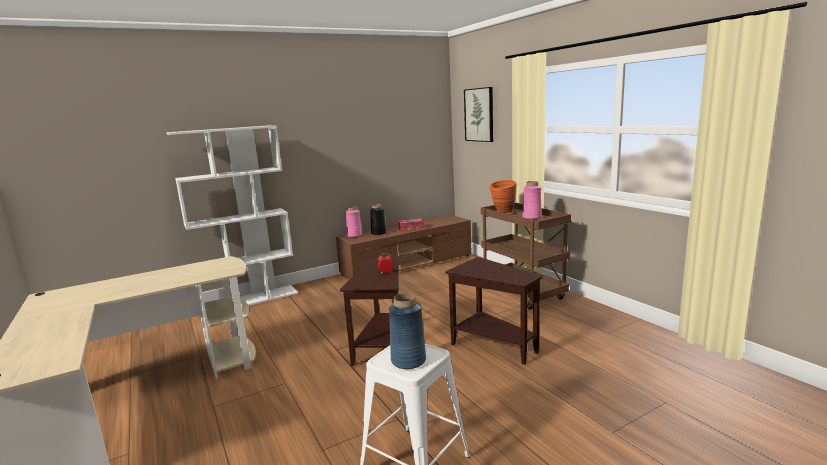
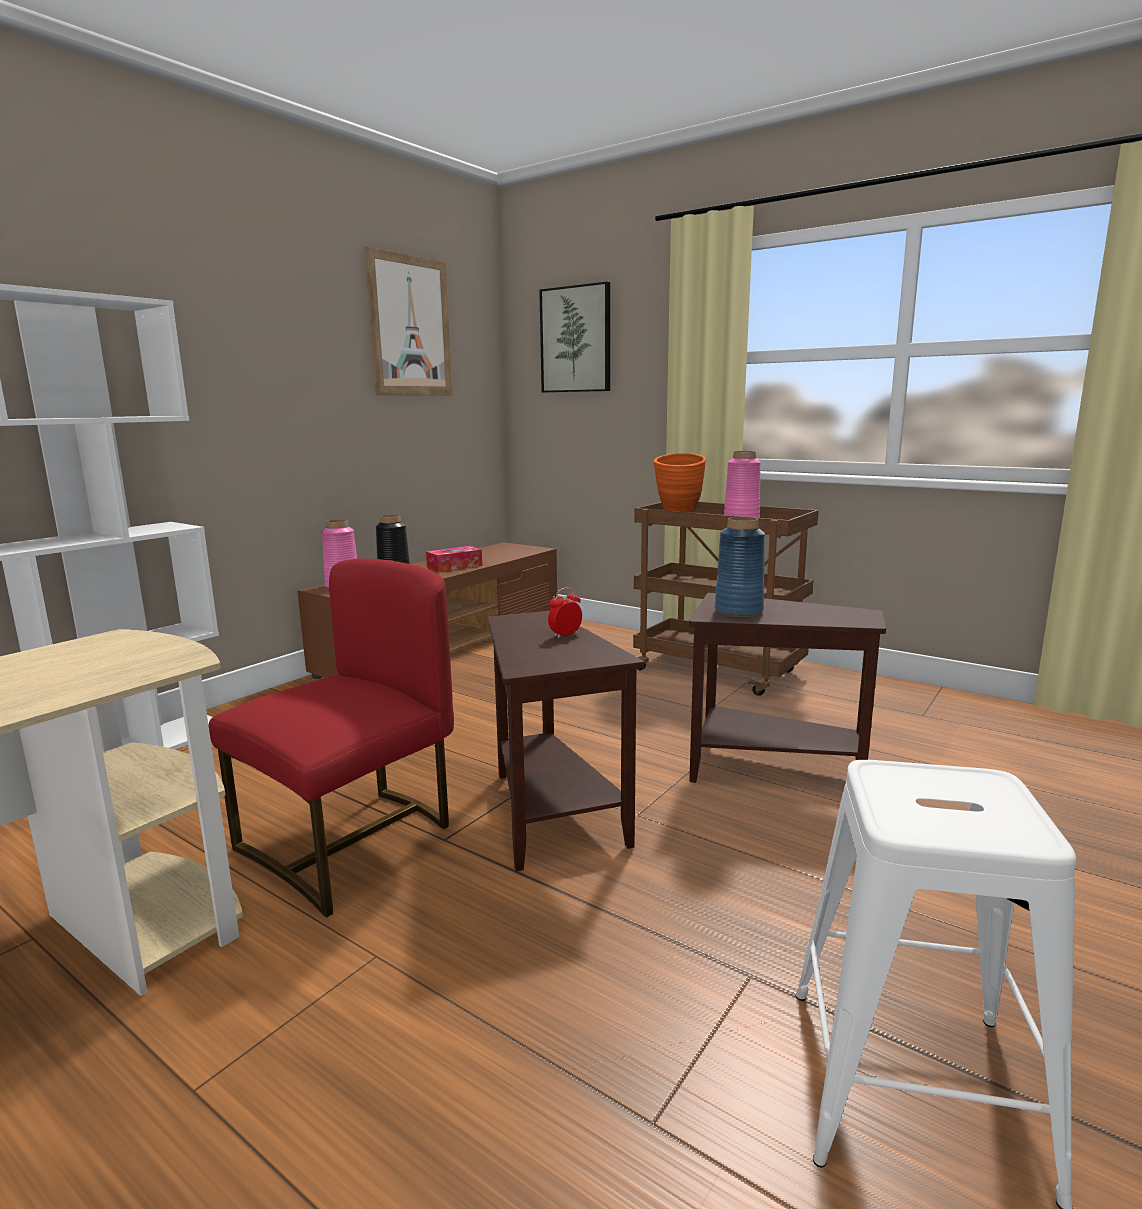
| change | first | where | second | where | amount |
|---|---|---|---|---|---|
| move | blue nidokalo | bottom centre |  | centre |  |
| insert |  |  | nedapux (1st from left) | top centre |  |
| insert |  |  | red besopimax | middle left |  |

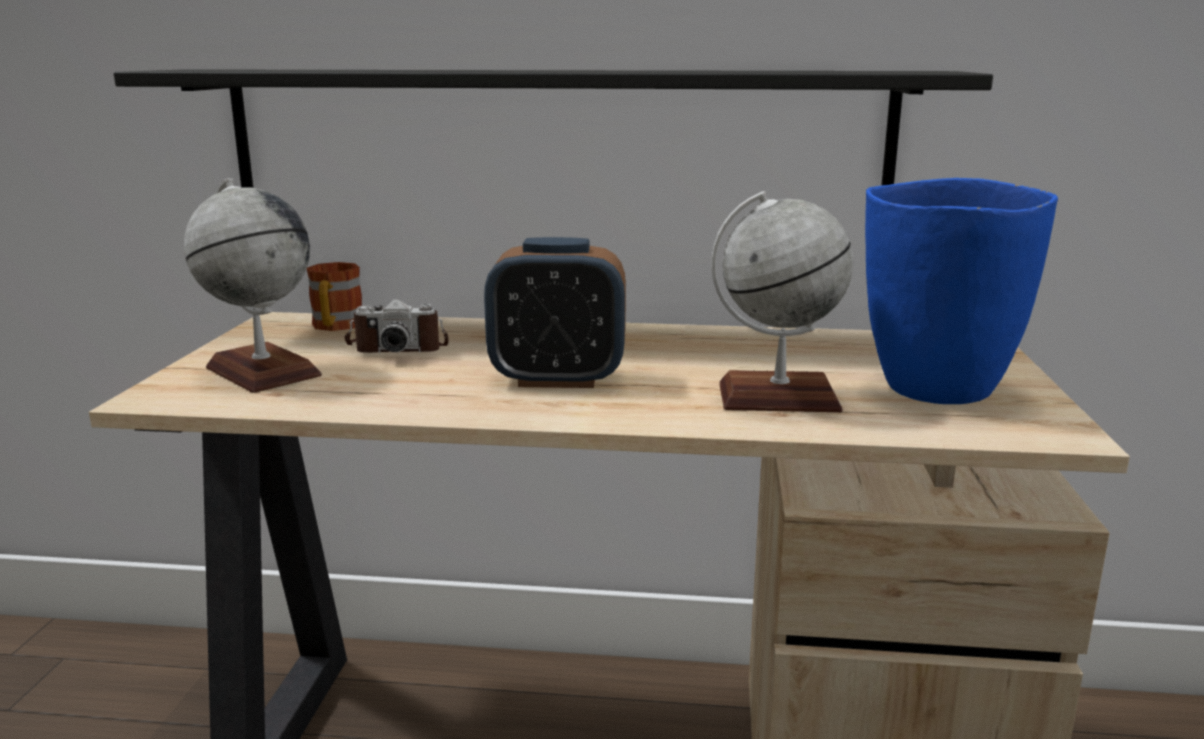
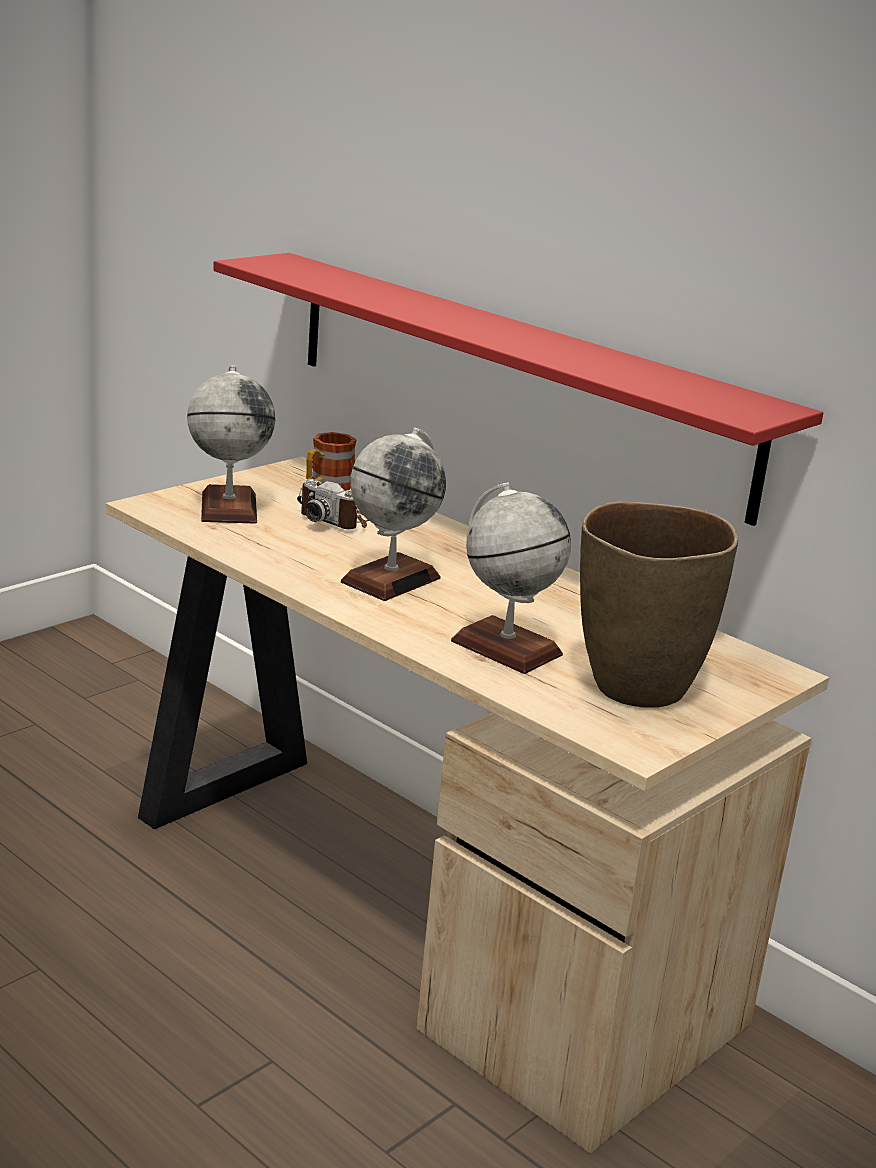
| change | first | where | second | where | amount |
|---|---|---|---|---|---|
| recolor | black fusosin | top centre | red fusosin | top centre |  |
| recolor | blue nidokalo | middle right | brown nidokalo | middle right |  |
| replace | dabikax | centre | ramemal (2nd from left) | centre |  |

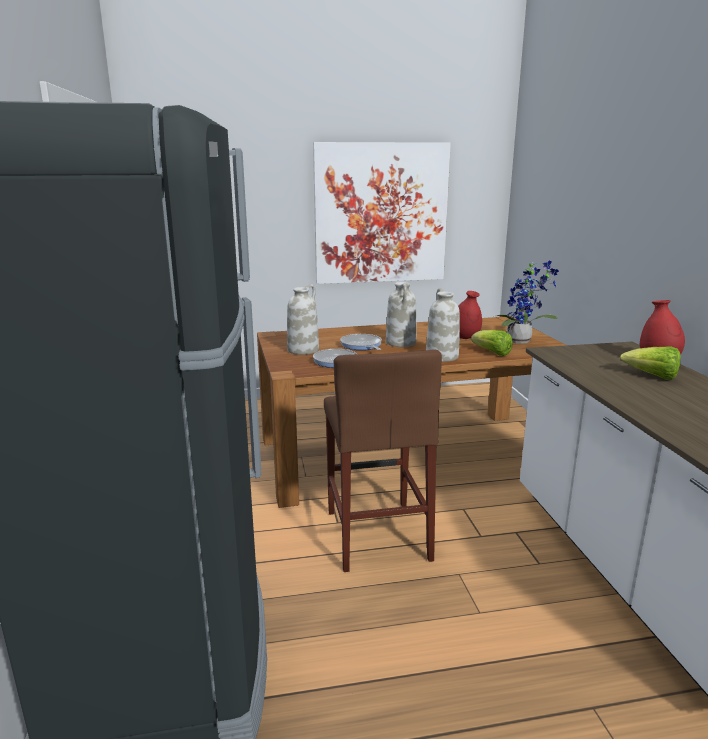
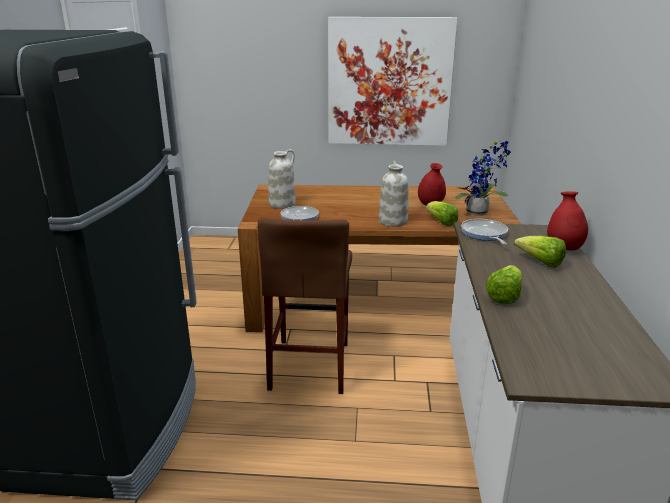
| change | first | where | second | where | amount |
|---|---|---|---|---|---|
| delete | white nidokalo (2nd from left) | centre |  |  |  |
| move | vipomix (2nd from left) | centre |  | middle right |  |
| insert |  |  | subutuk (2nd from left) | middle right |  |

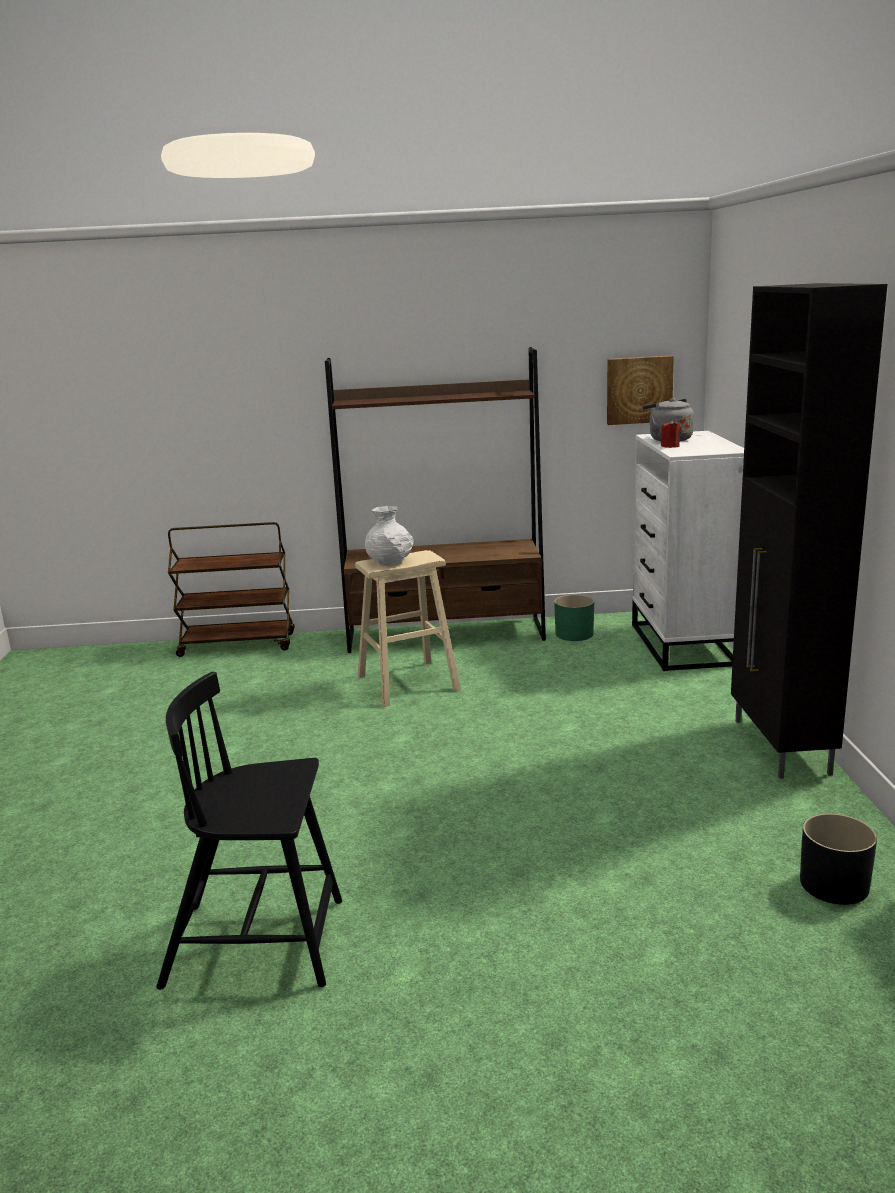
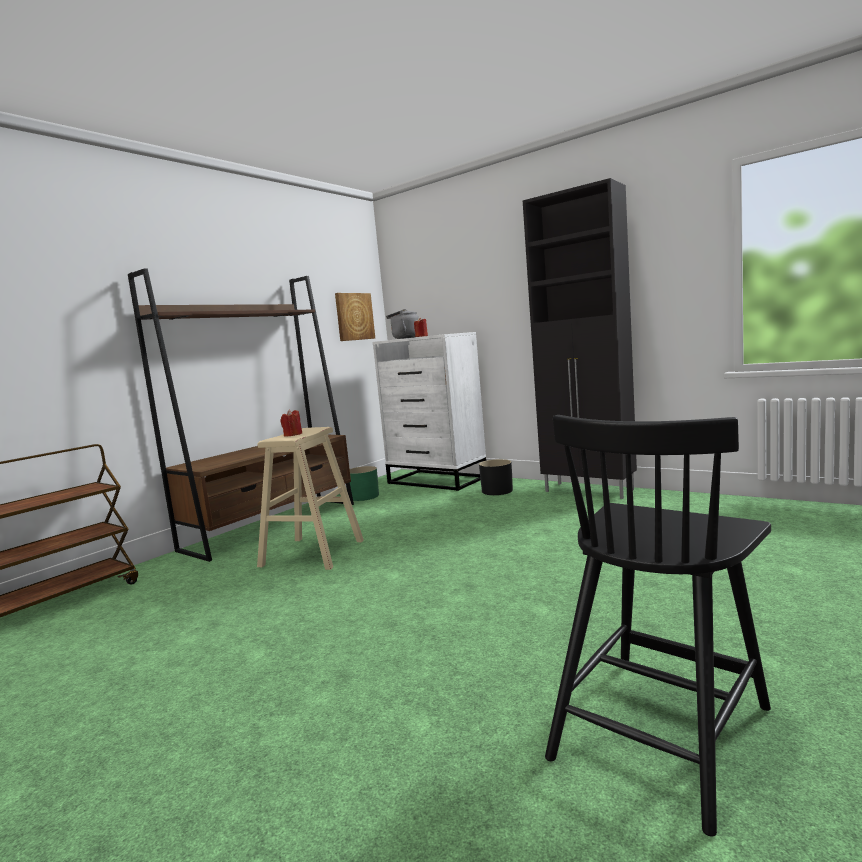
| change | first | where | second | where | amount |
|---|---|---|---|---|---|
| replace | white nidokalo | centre | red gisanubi (1st from left) | centre |  |
| move | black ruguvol | bottom right |  | centre |  |

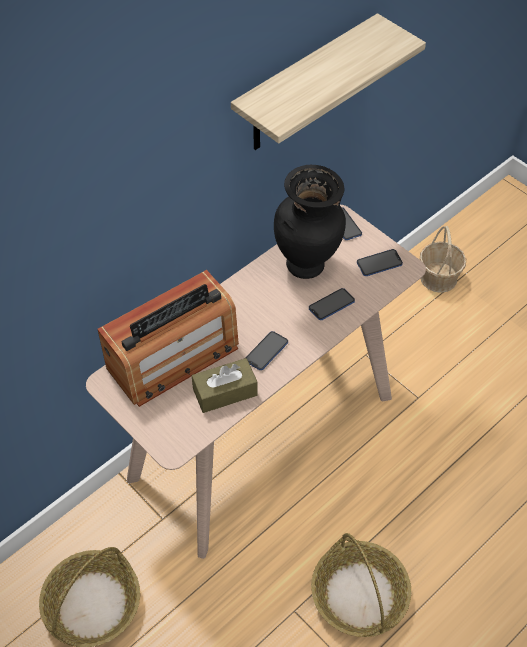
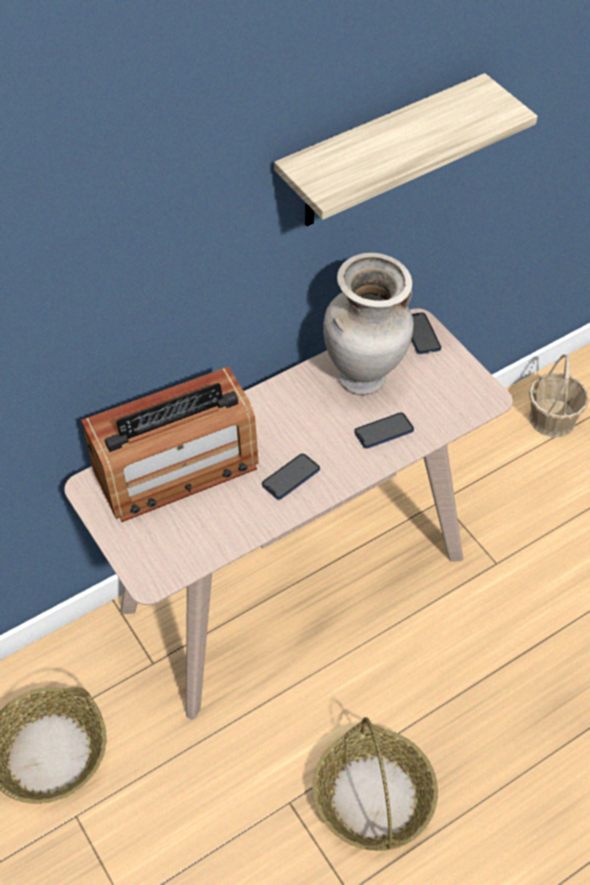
| change | first | where | second | where | amount |
|---|---|---|---|---|---|
| recolor | black nidokalo | centre | beige nidokalo | centre |  |
| delete | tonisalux (4th from left) | middle right |  |  |  |
| delete | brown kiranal | centre |  |  |  |

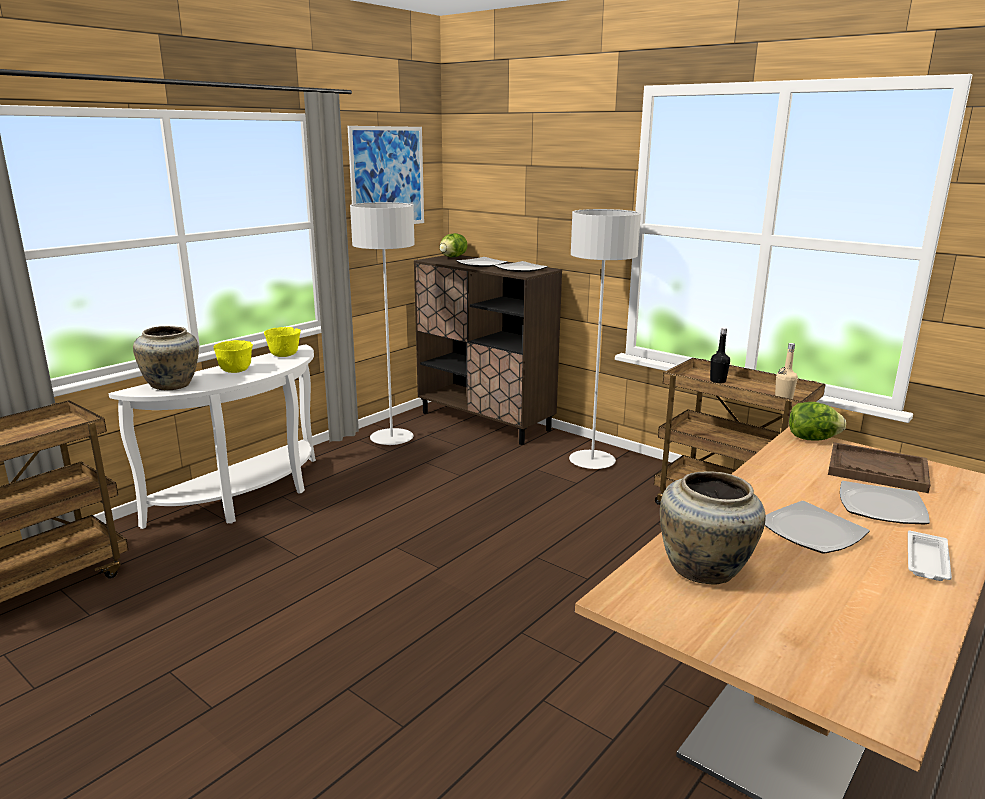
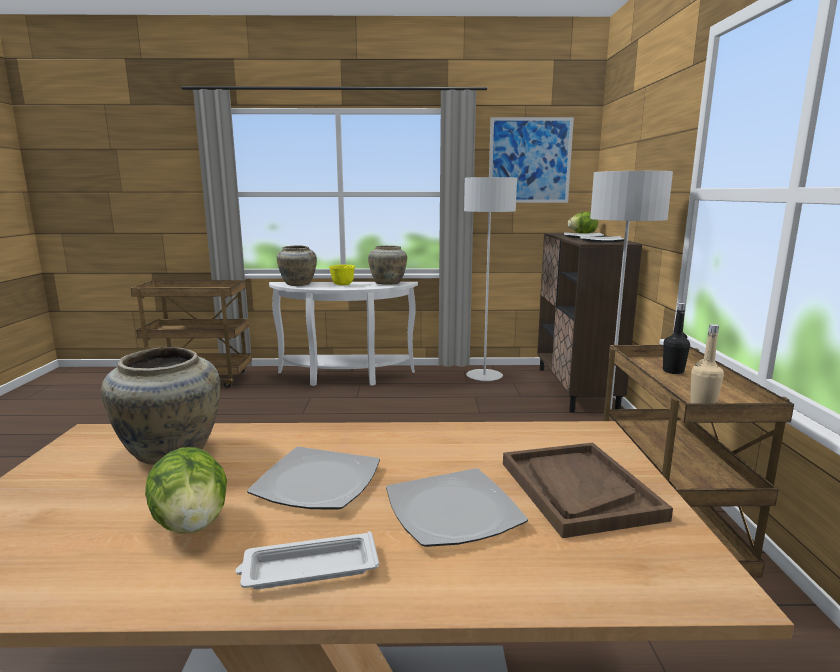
| change | first | where | second | where | amount |
|---|---|---|---|---|---|
| replace | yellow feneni (2nd from left) | middle left | beige nidokalo (3rd from left) | centre |  |
| move | subutuk (2nd from left in the first image) | middle right | subutuk (1st from left) | bottom left |  |

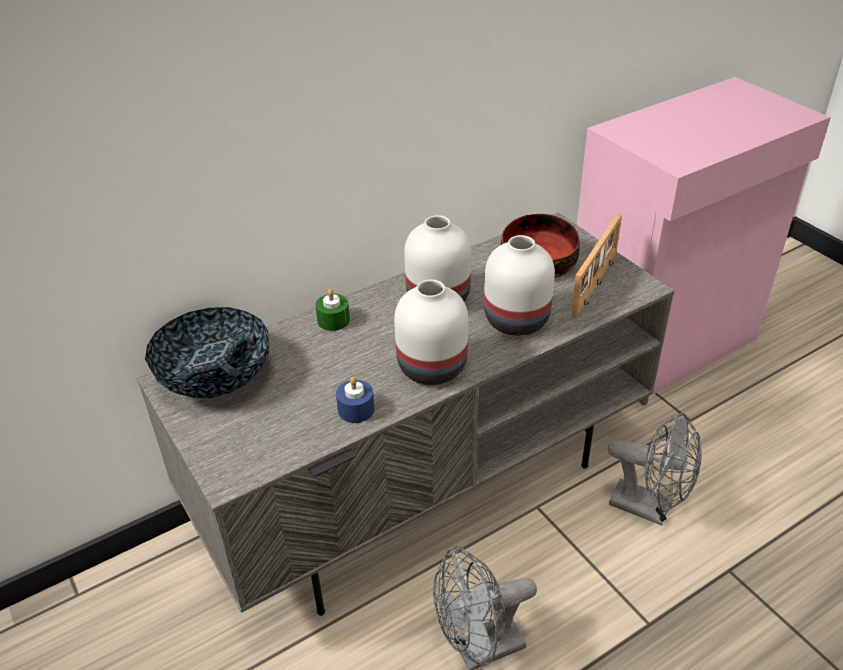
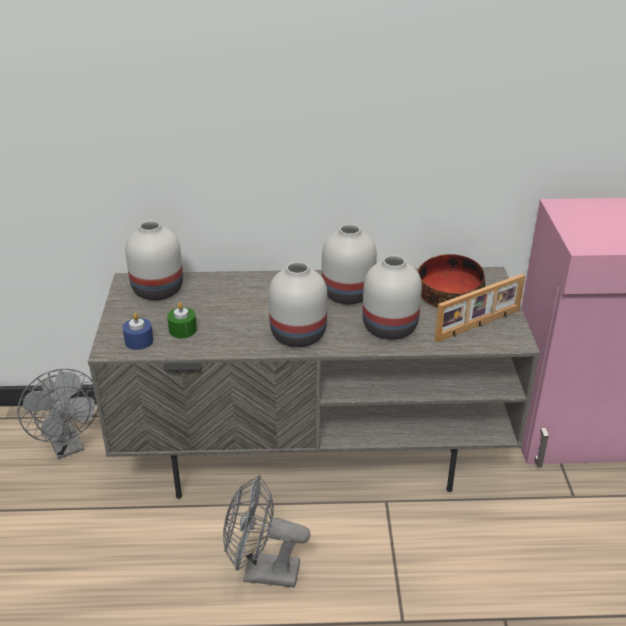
| change | first | where | second | where | amount |
|---|---|---|---|---|---|
| move | green gisanubi | centre |  | middle left |  |
| replace | feneni (1st from left) | middle left | white nidokalo (1st from left) | middle left |  |
| move | blue gisanubi | centre |  | middle left |  |
| move | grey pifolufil (2nd from left in the first image) | bottom right | grey pifolufil (1st from left) | middle left |  |

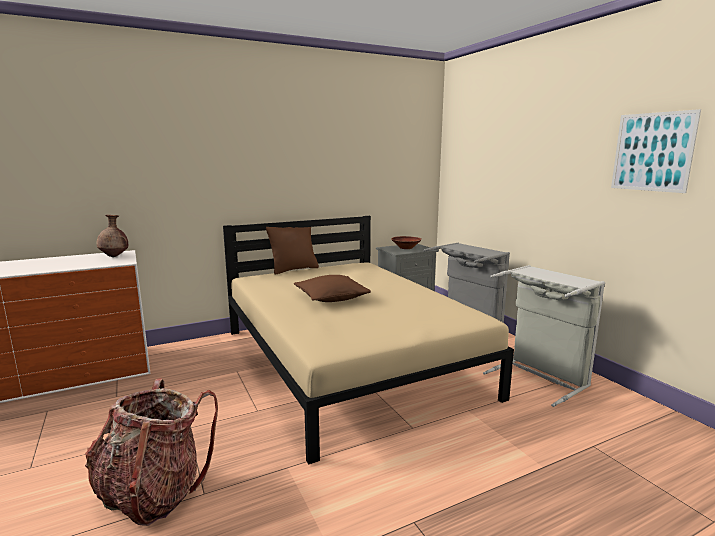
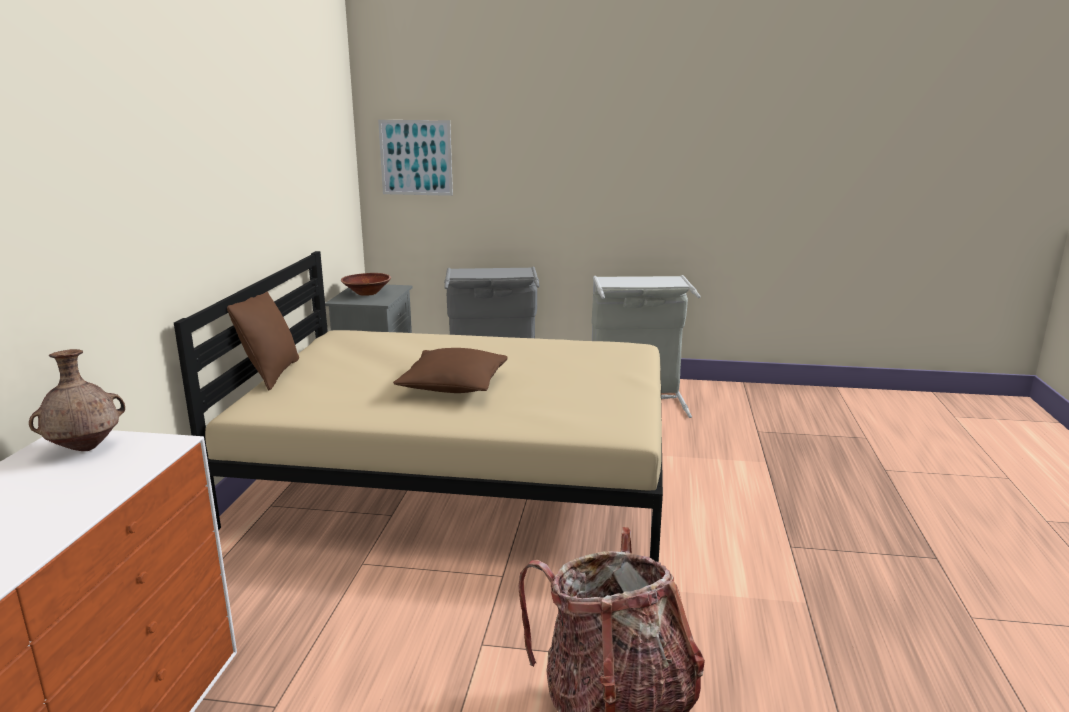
| change | first | where | second | where | amount |
|---|---|---|---|---|---|
| move | nedapux | top right |  | top centre |  |

